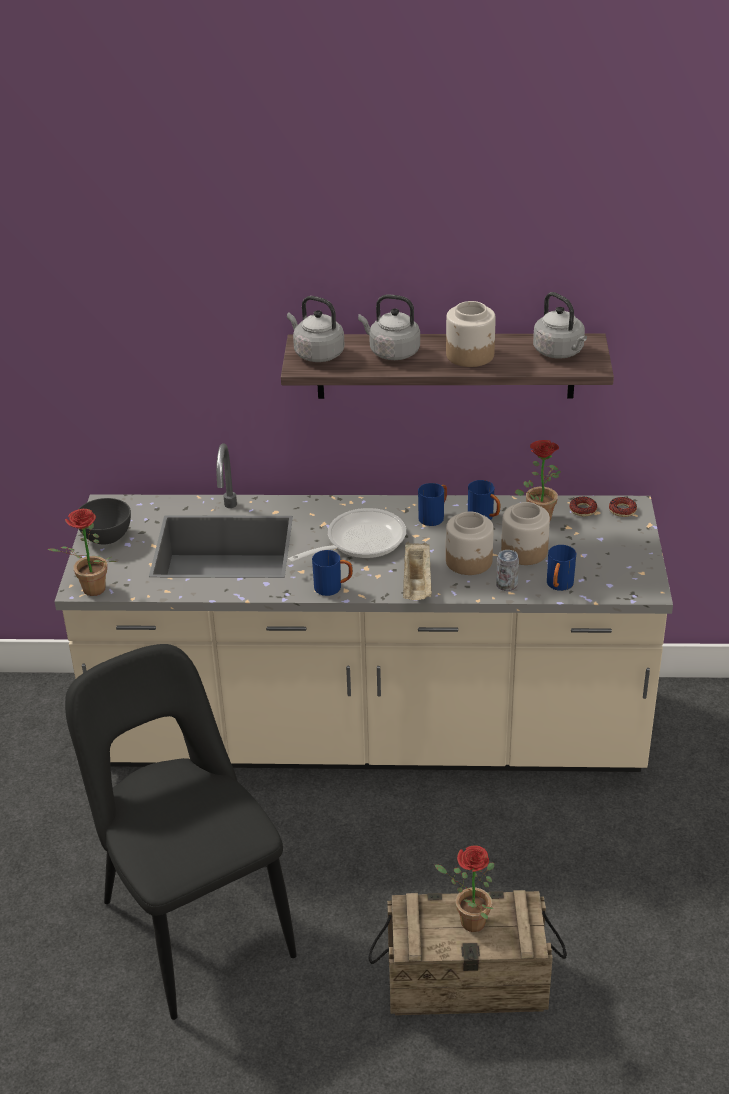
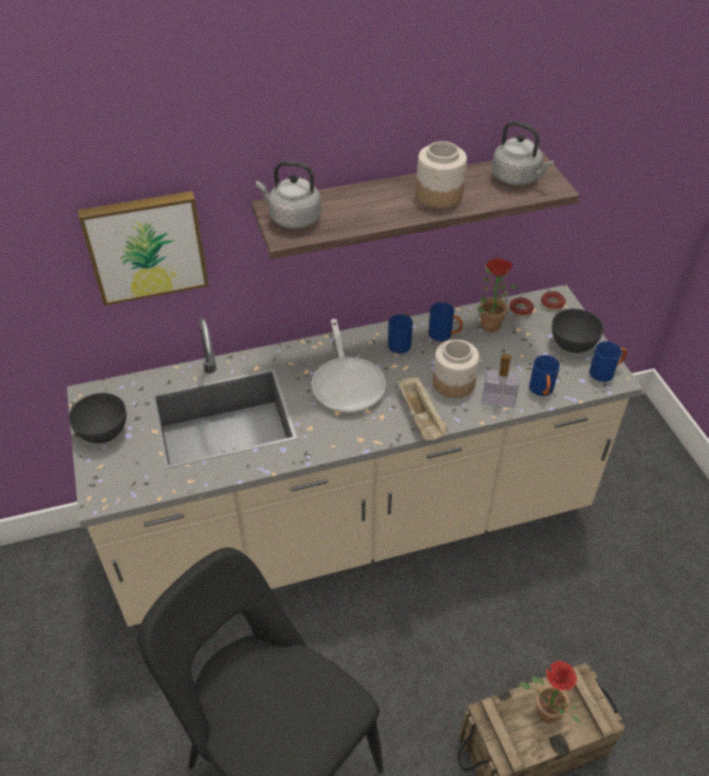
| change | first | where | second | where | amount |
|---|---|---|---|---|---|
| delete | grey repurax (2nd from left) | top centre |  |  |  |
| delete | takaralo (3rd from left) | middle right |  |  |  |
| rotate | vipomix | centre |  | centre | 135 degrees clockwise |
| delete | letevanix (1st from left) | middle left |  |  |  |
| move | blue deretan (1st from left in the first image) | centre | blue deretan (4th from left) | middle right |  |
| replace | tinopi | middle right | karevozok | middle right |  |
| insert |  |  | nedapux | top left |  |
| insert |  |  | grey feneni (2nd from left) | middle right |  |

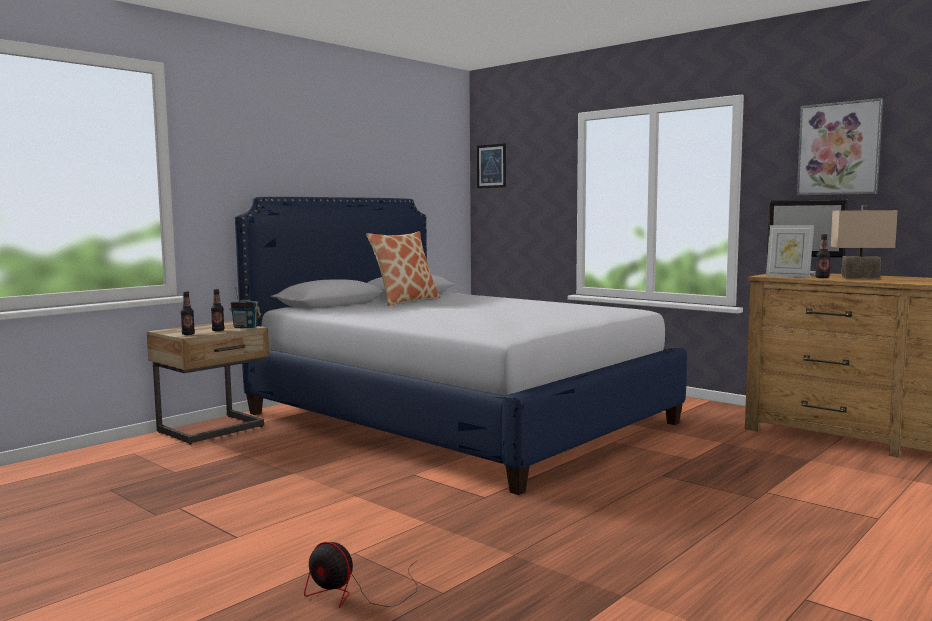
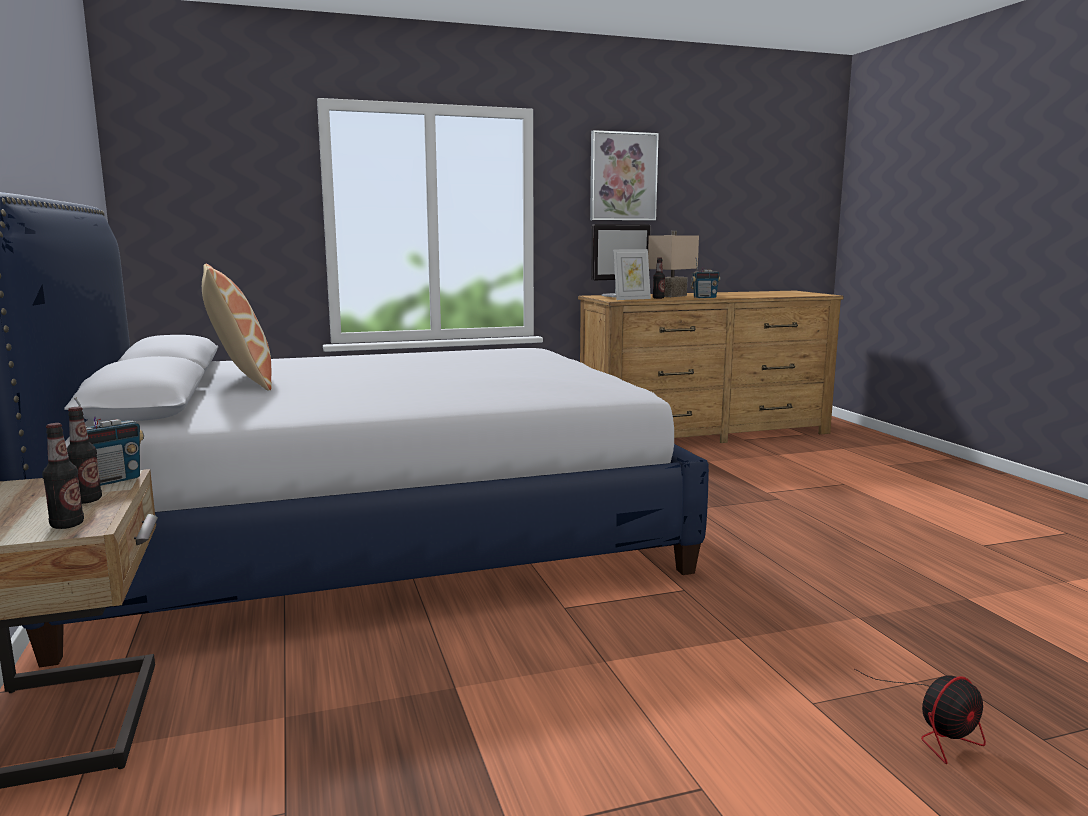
| change | first | where | second | where | amount |
|---|---|---|---|---|---|
| delete | nedapux (1st from left) | top centre |  |  |  |
| insert |  |  | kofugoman (2nd from left) | centre |  |

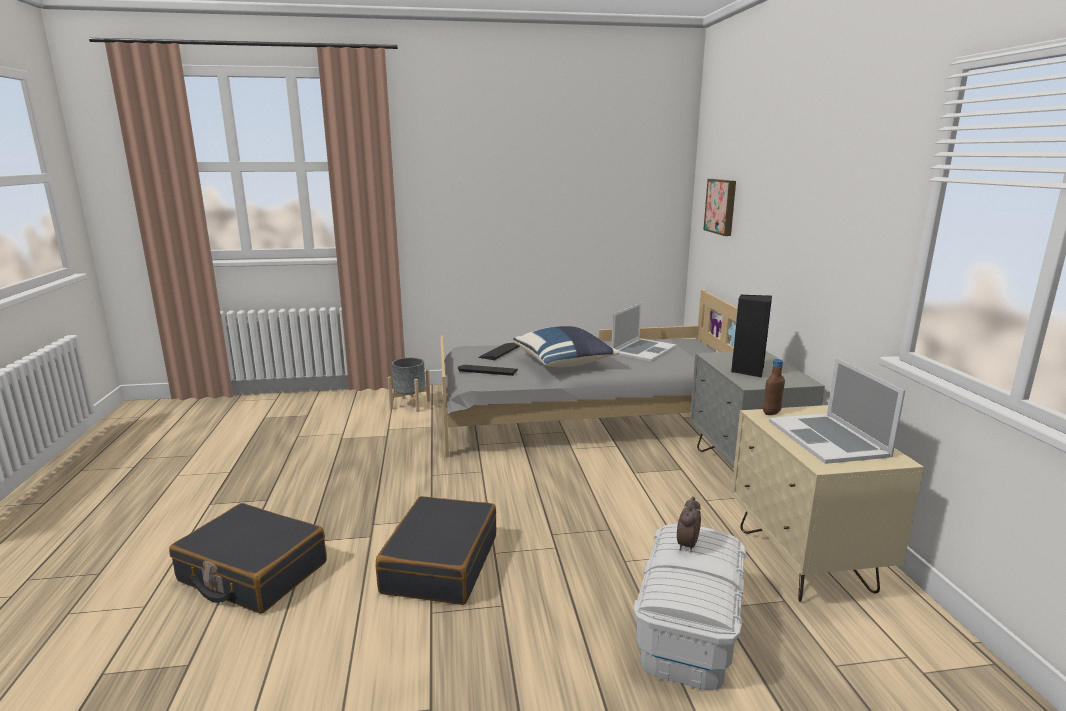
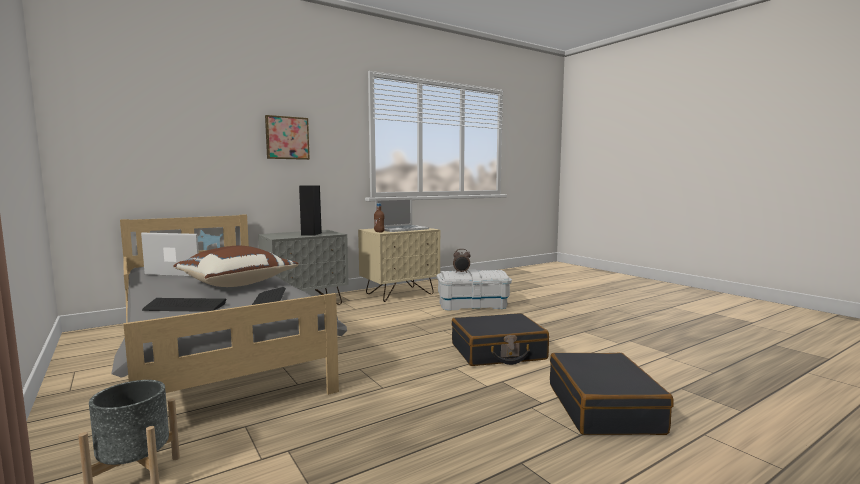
| change | first | where | second | where | amount |
|---|---|---|---|---|---|
| move | nedapux | top right |  | top centre |  |
| recolor | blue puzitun | centre | brown puzitun | middle left |  |

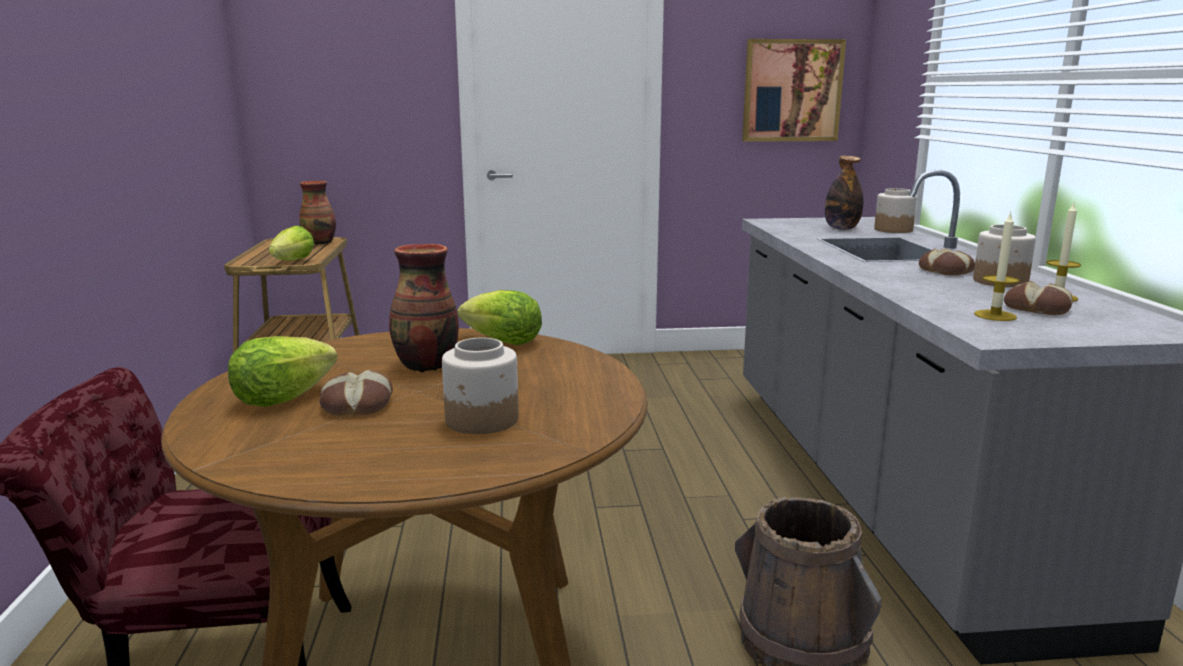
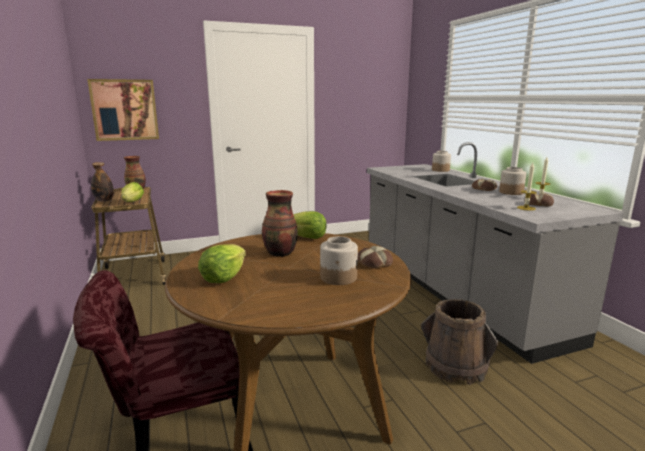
| change | first | where | second | where | amount |
|---|---|---|---|---|---|
| move | nedapux | top right |  | top left |  |
| move | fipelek | top right |  | middle left |  |
| move | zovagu (1st from left) | middle left |  | centre |  |

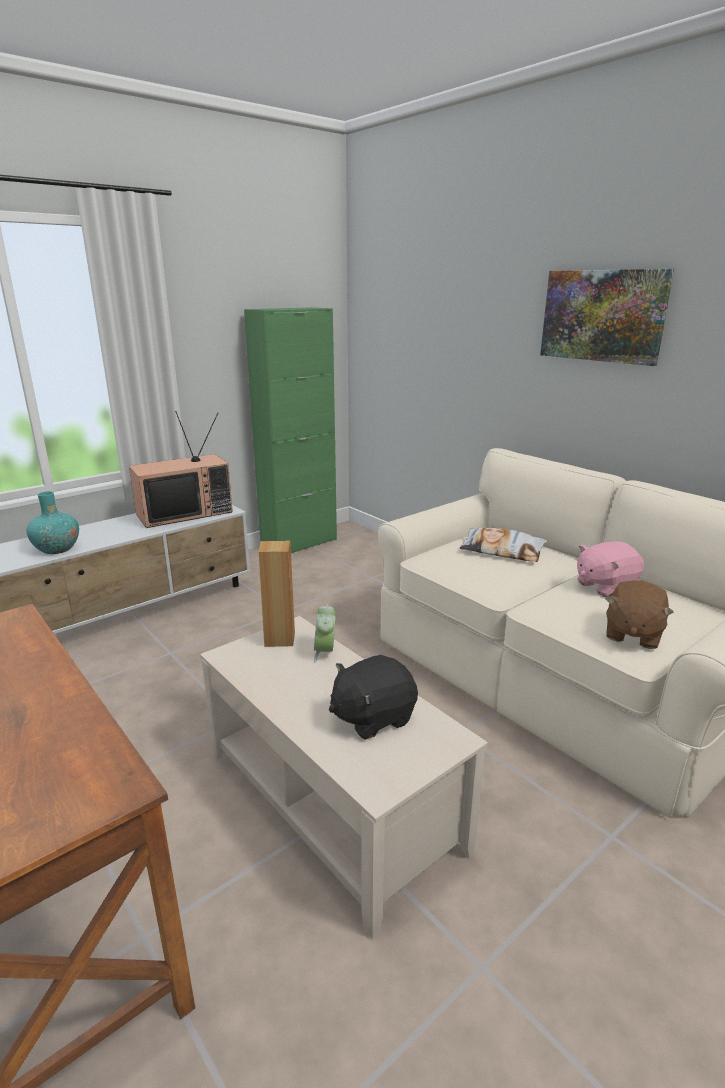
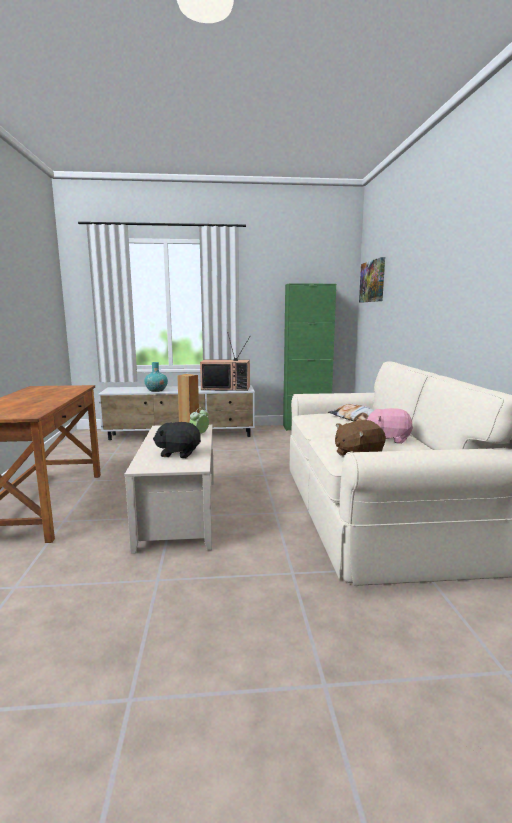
| change | first | where | second | where | amount |
|---|---|---|---|---|---|
| move | nedapux | top right |  | middle right |  |

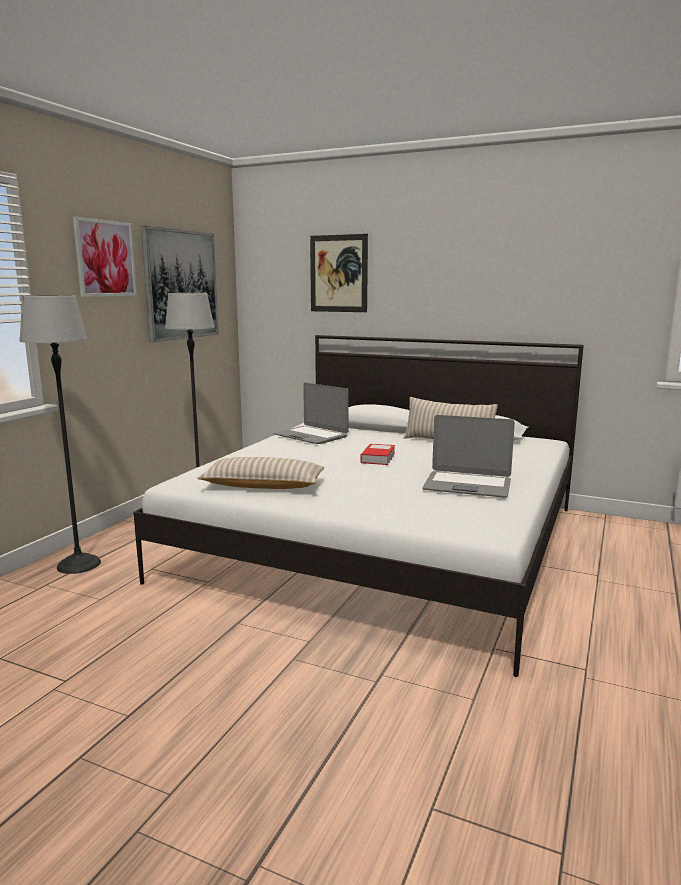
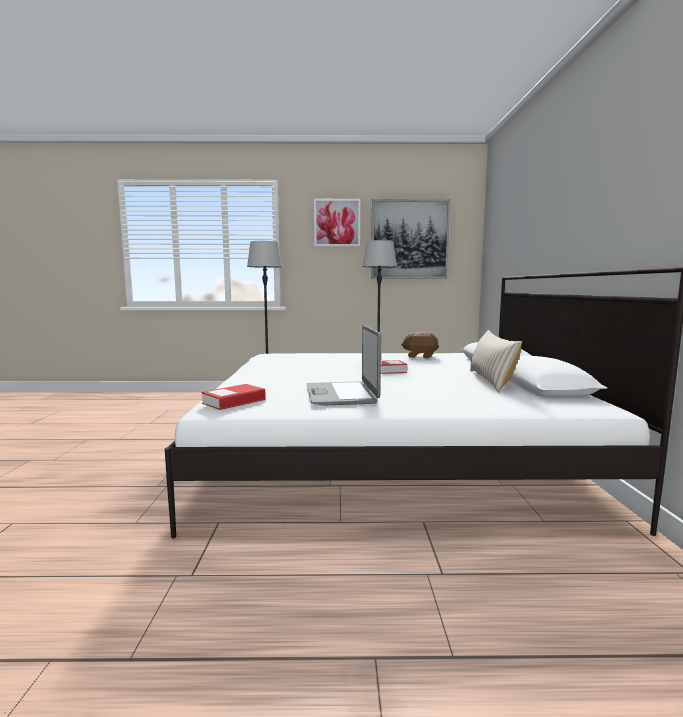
| change | first | where | second | where | amount |
|---|---|---|---|---|---|
| delete | nedapux (3rd from left) | top centre |  |  |  |
| replace | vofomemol (1st from left) | centre | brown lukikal | centre |  |
| delete | beige puzitun (1st from left) | centre |  |  |  |
| insert |  |  | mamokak (1st from left) | centre |  |

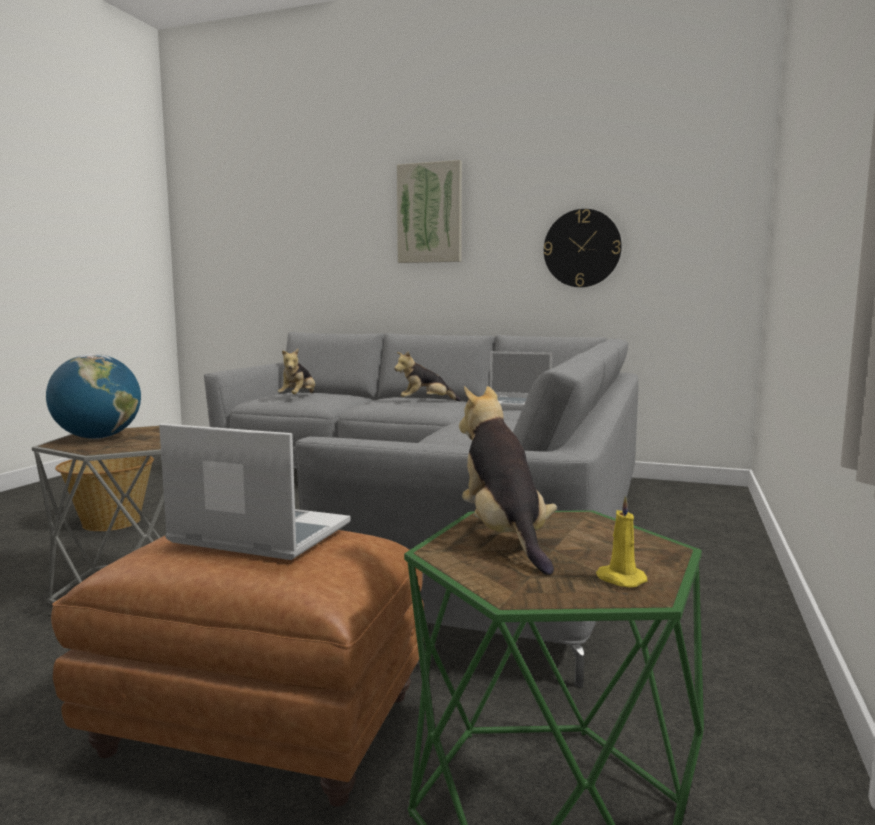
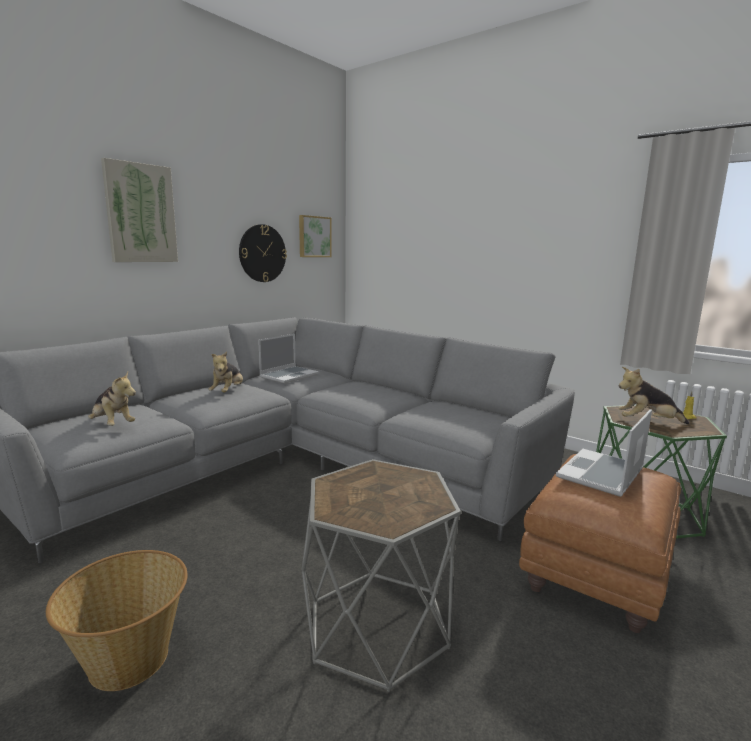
| change | first | where | second | where | amount |
|---|---|---|---|---|---|
| delete | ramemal | middle left |  |  |  |
| insert |  |  | nedapux (2nd from left) | top centre |  |

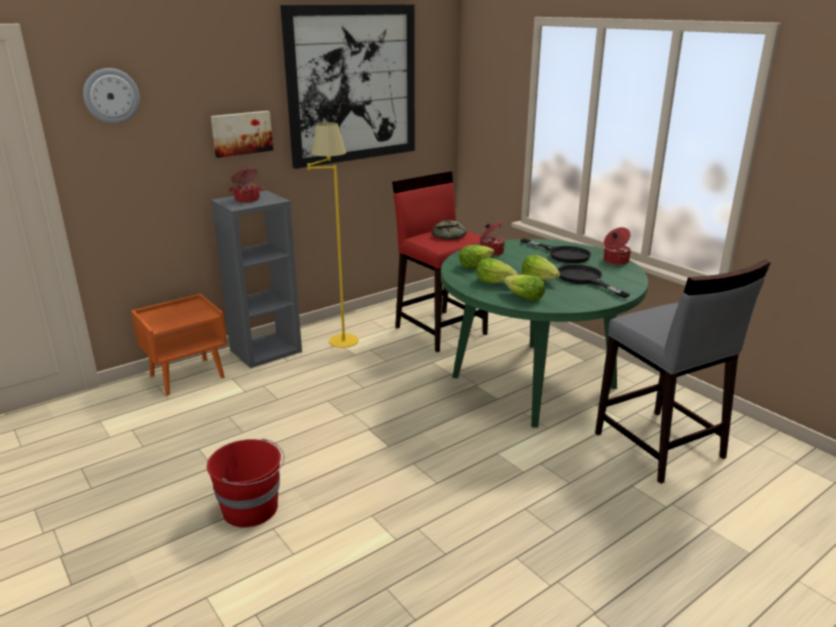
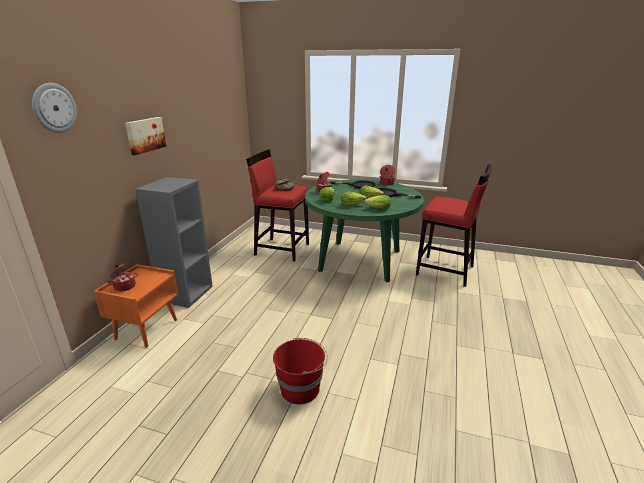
| change | first | where | second | where | amount |
|---|---|---|---|---|---|
| delete | nedapux (2nd from left) | top centre |  |  |  |
| delete | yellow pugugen | centre |  |  |  |
| move | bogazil (1st from left) | top left |  | middle left |  |
| recolor | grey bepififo | middle right | red bepififo (2nd from left) | middle right |  |

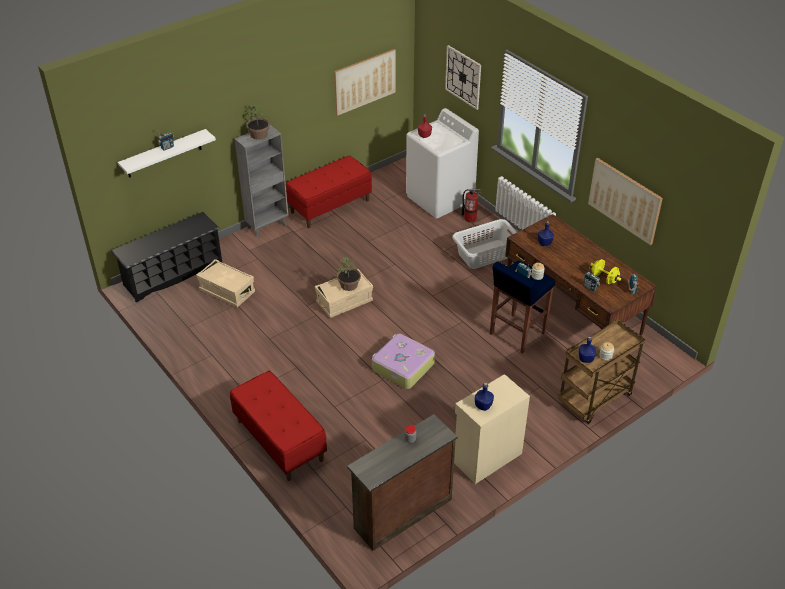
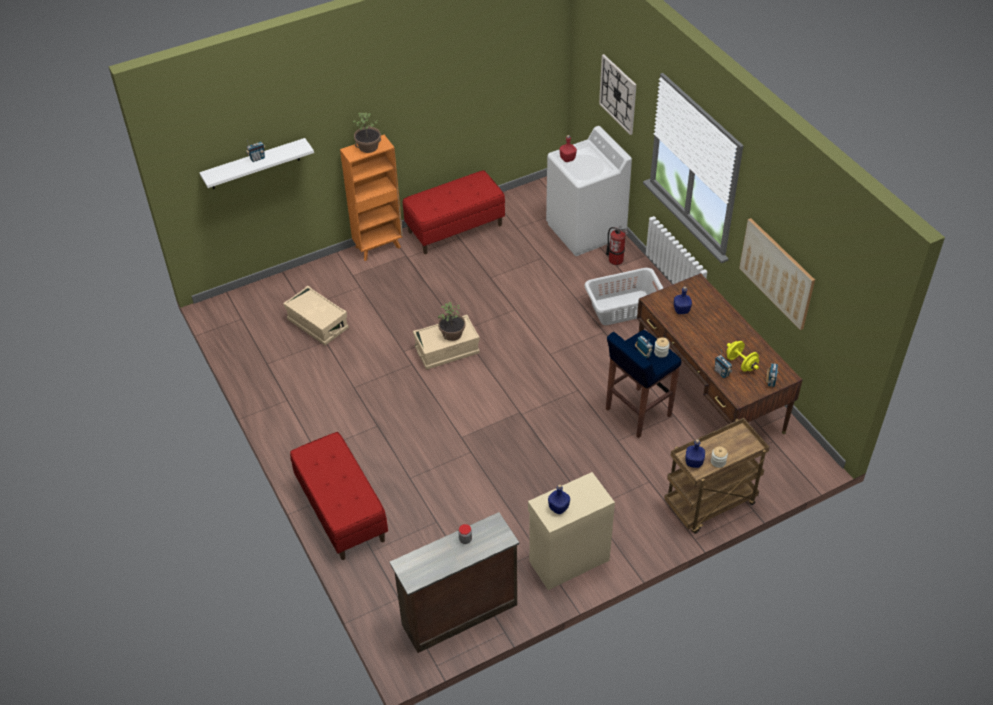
| change | first | where | second | where | amount |
|---|---|---|---|---|---|
| delete | nedapux (1st from left) | top centre |  |  |  |
| recolor | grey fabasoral | top left | orange fabasoral | top centre |  |
| delete | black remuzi | middle left |  |  |  |
| delete | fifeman | centre |  |  |  |

